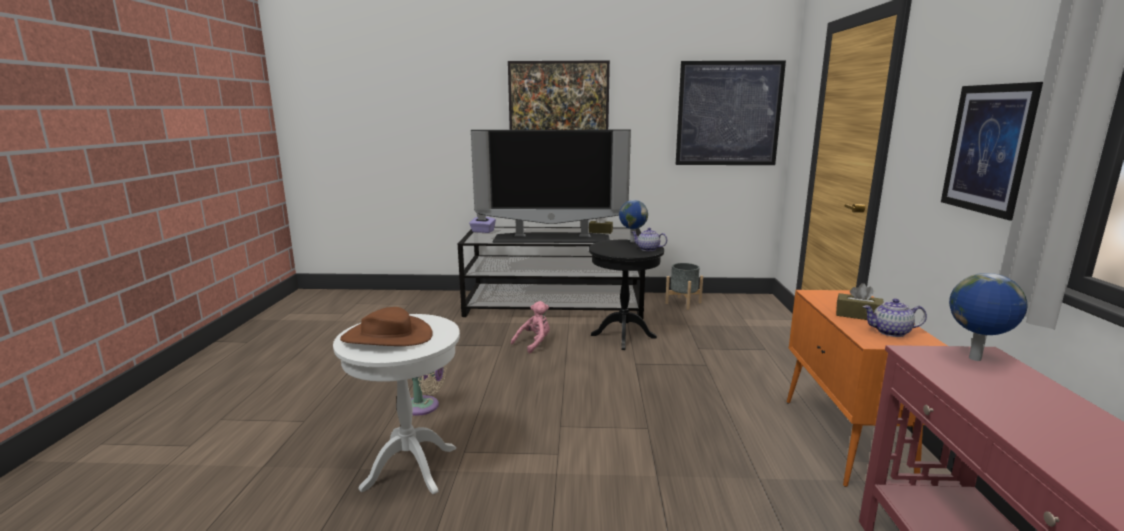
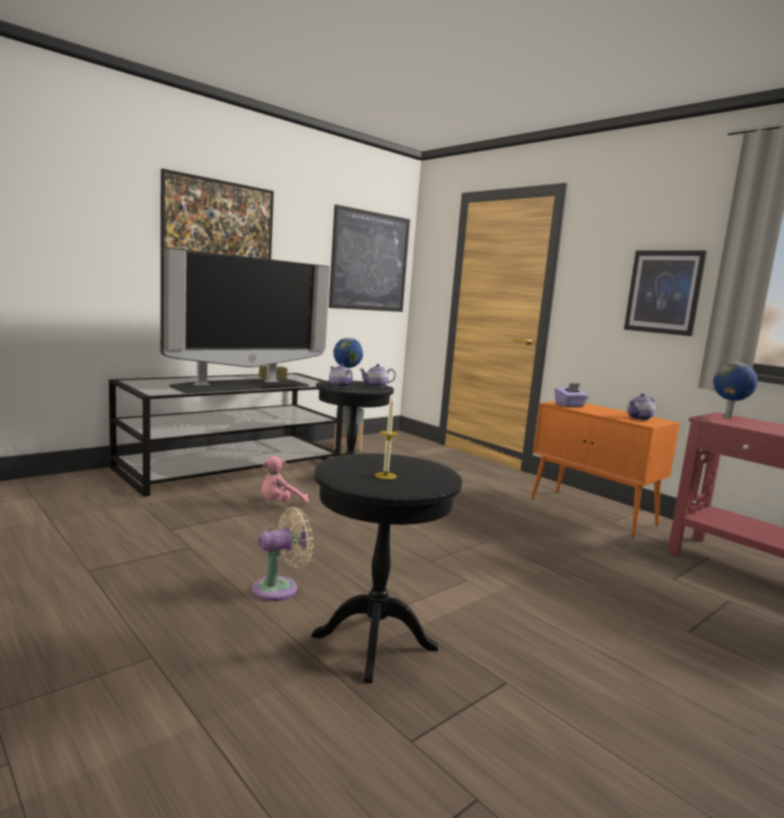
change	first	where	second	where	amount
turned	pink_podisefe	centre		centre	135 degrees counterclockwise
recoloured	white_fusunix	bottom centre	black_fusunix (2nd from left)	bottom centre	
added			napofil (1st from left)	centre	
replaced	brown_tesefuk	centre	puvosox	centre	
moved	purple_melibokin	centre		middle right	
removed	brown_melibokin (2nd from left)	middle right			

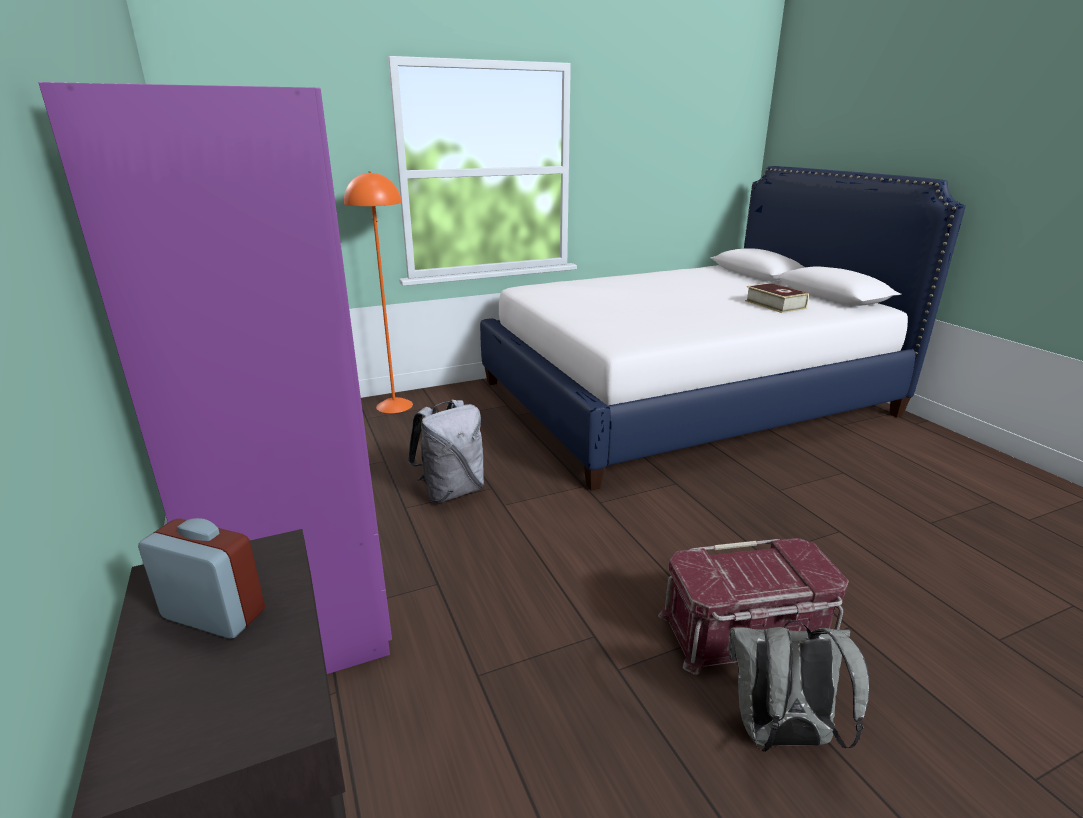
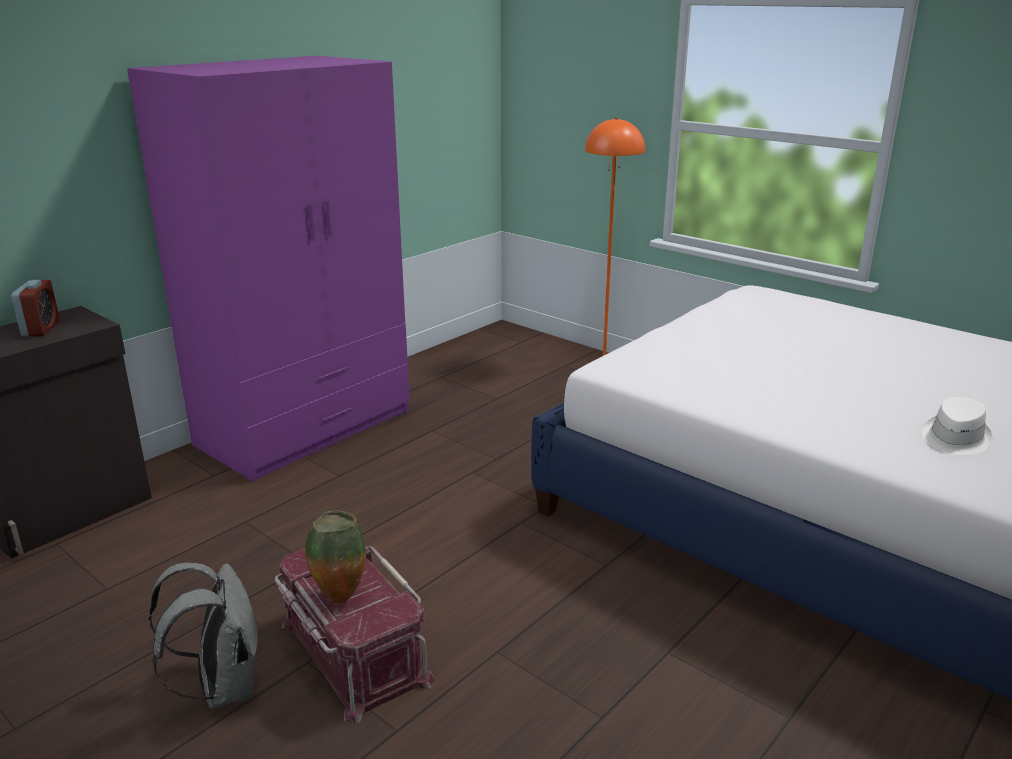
change	first	where	second	where	amount
added			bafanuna	bottom left	
replaced	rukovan	middle right	white_tesefuk	middle right	
removed	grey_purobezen (1st from left)	centre			

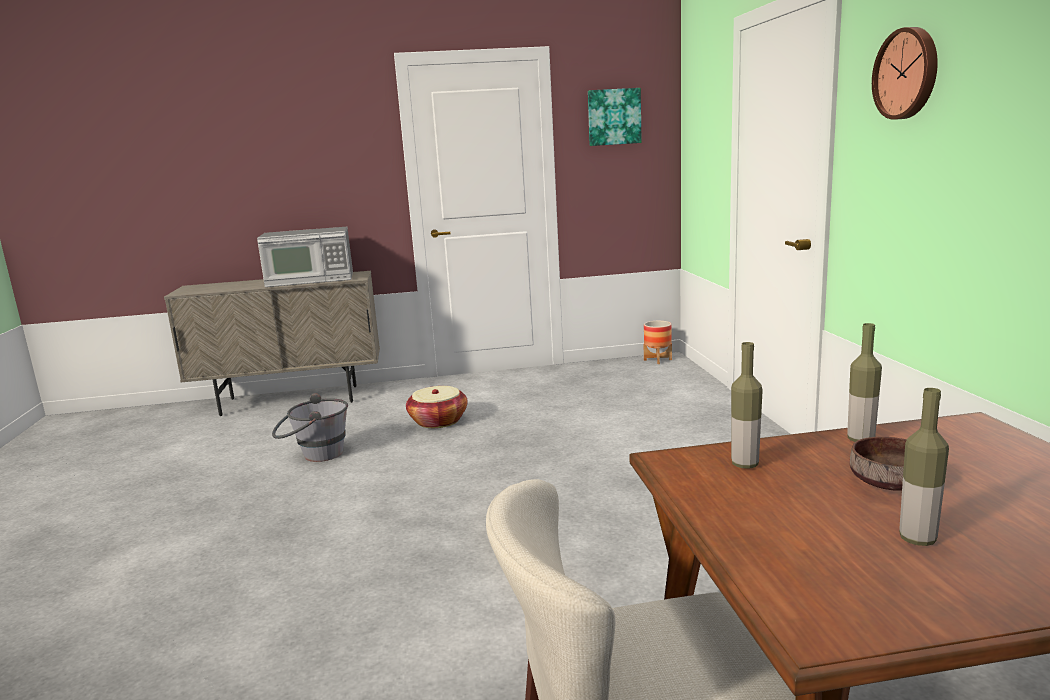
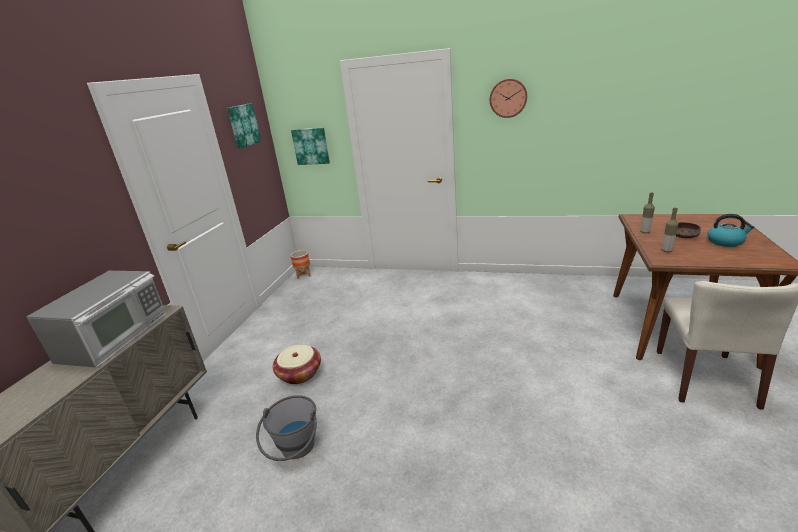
change	first	where	second	where	amount
added			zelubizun (2nd from left)	top centre	
replaced	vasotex (3rd from left)	bottom right	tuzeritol	middle right	

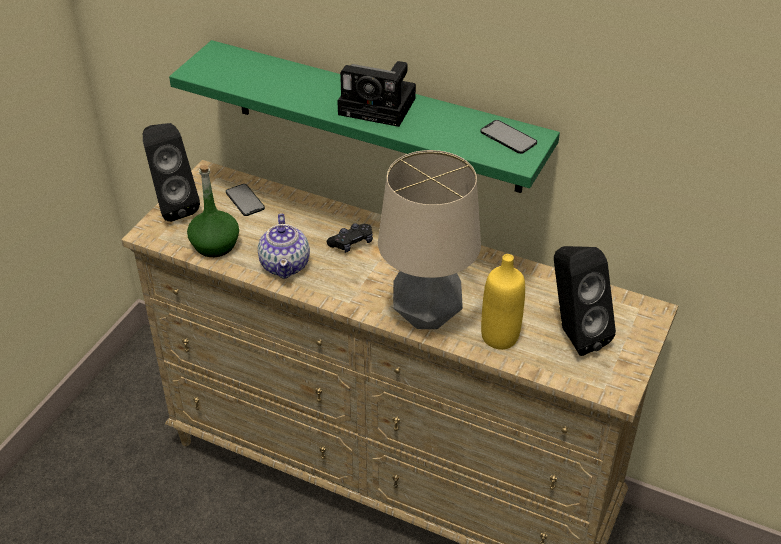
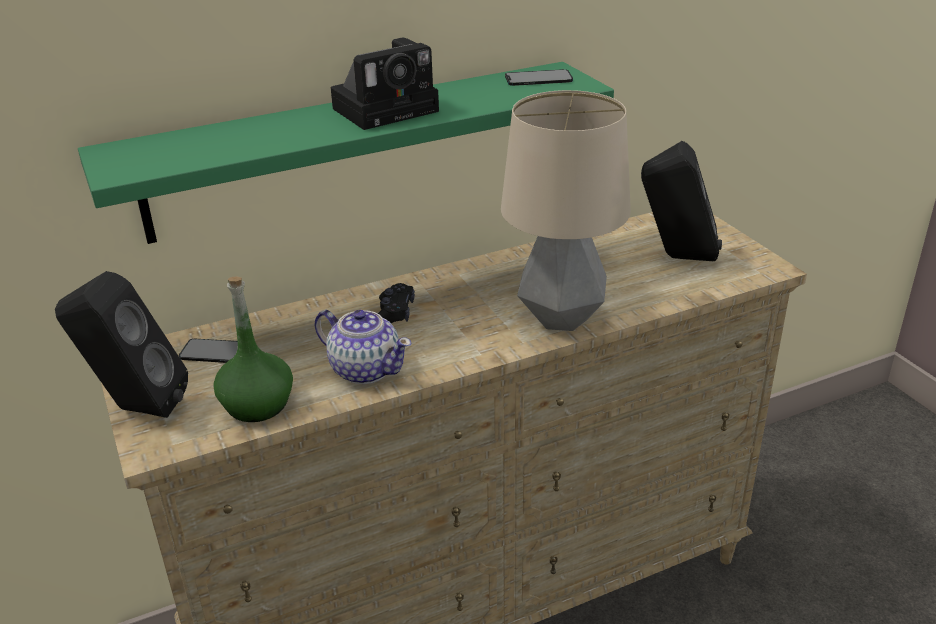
change	first	where	second	where	amount
removed	yellow_vasotex	centre			

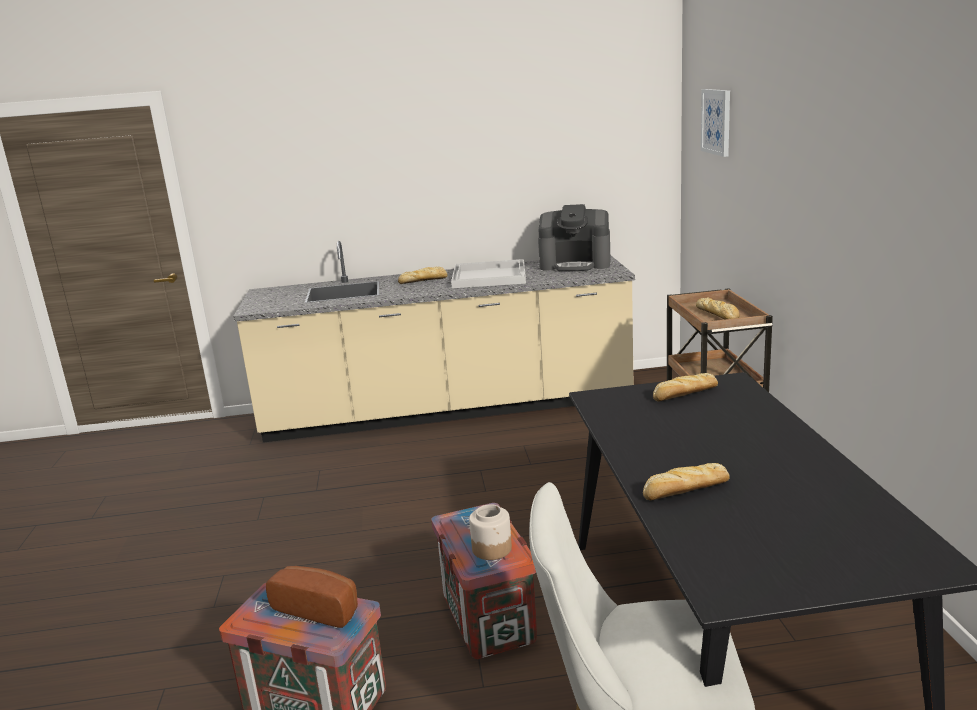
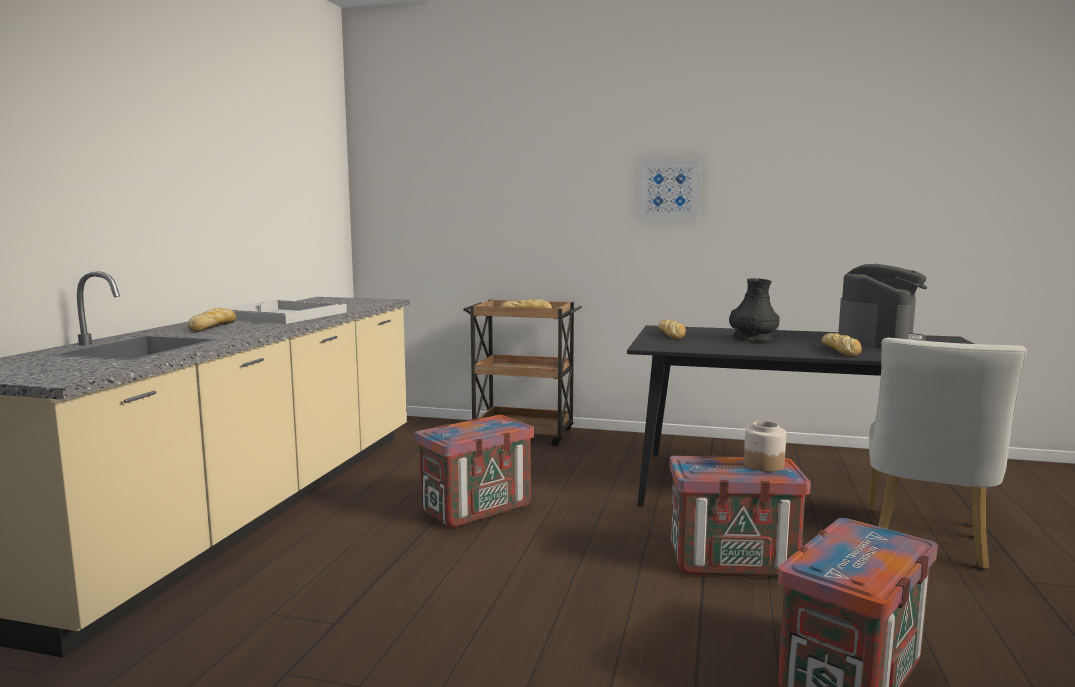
change	first	where	second	where	amount
added			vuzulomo (1st from left)	bottom centre	
moved	zelubizun	top right		top centre	
added			black_bafanuna	middle right	
moved	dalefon	centre		middle right	
removed	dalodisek (1st from left)	bottom left			

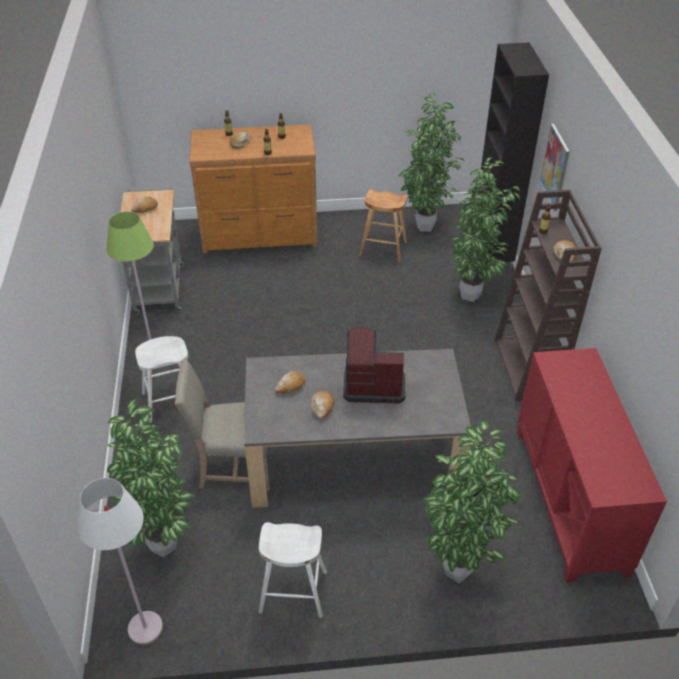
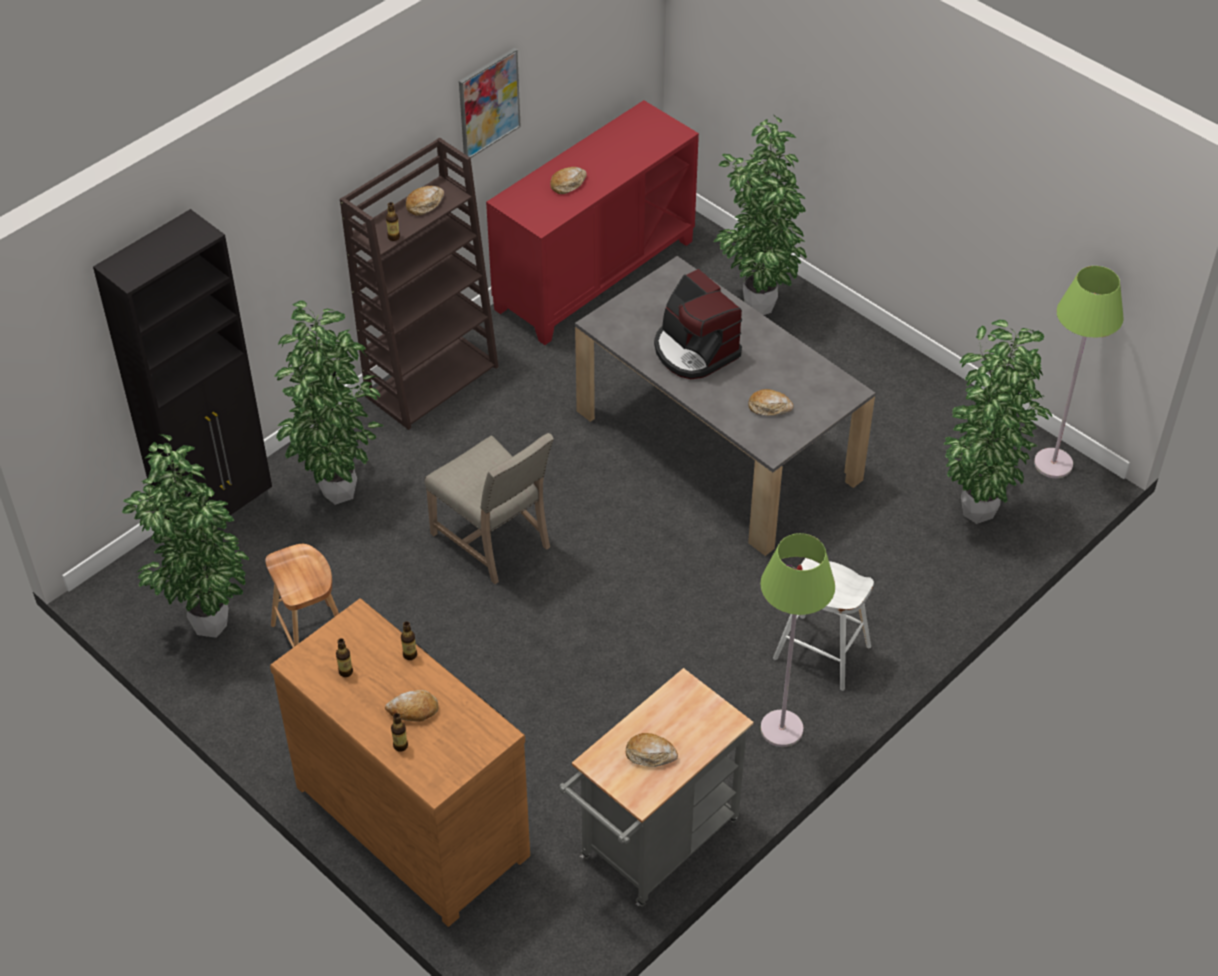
change	first	where	second	where	amount
moved	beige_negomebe	middle left		centre	
moved	zelubizun	top right		top centre	
moved	dalodisek (4th from left in the first image)	centre	dalodisek (3rd from left)	top centre	
recoloured	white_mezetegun	bottom left	green_mezetegun (2nd from left)	middle right	
removed	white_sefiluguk (2nd from left)	bottom centre			

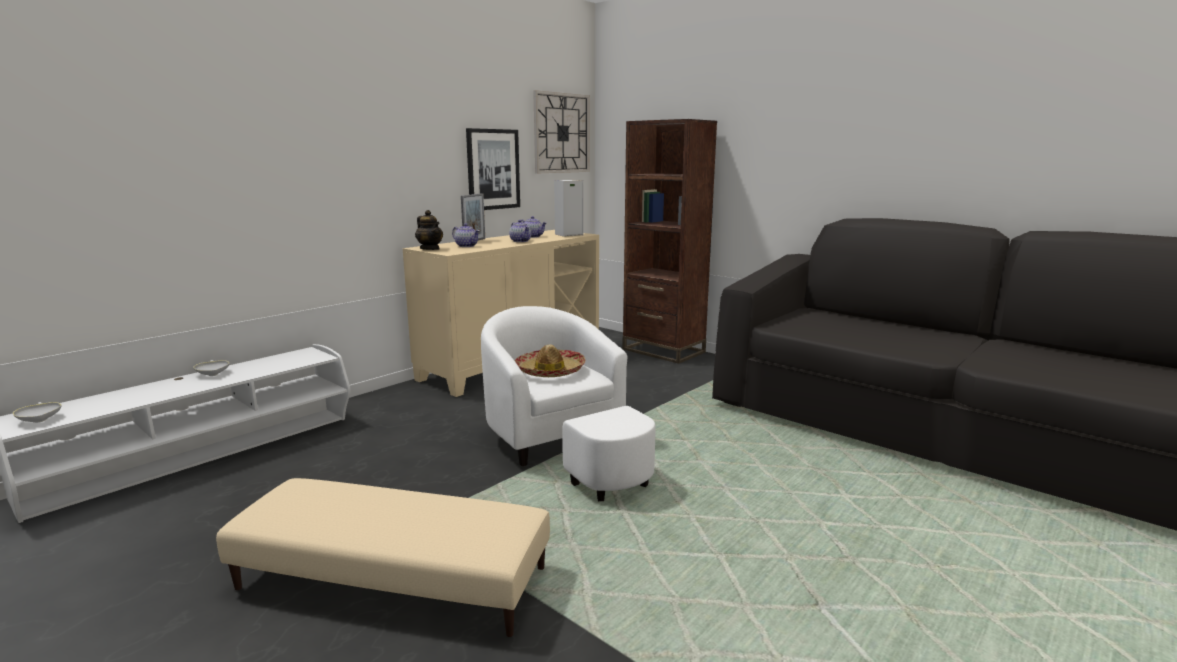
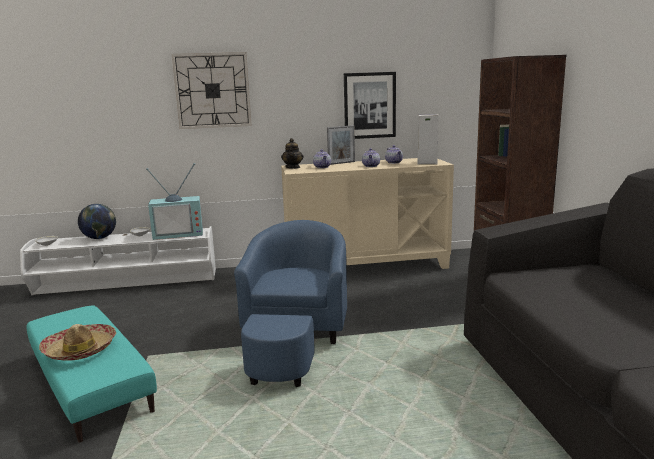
change	first	where	second	where	amount
recoloured	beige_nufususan	bottom left	turquoise_nufususan	bottom left	
moved	tesefuk	centre		bottom left	
added			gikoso	middle left	
added			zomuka	middle left	
moved	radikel	top centre		top left	
recoloured	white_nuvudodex	centre	blue_nuvudodex	centre	

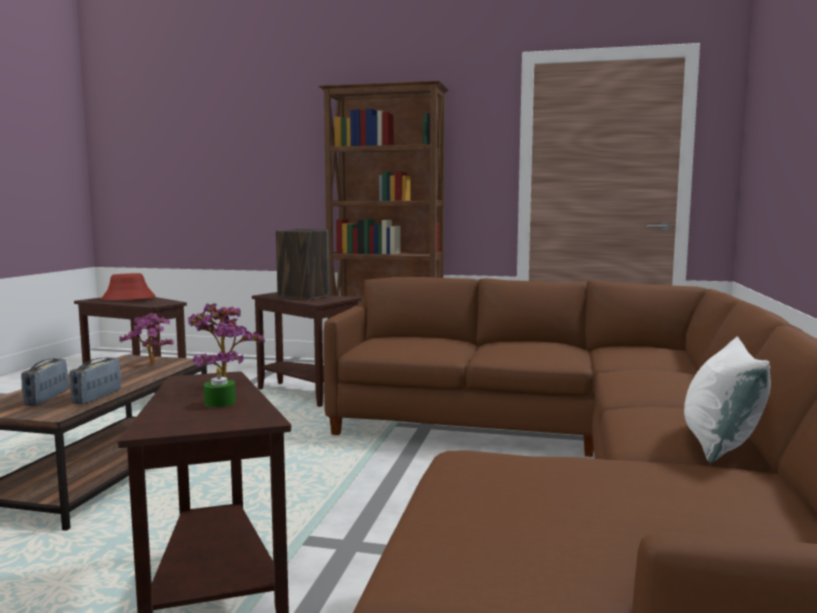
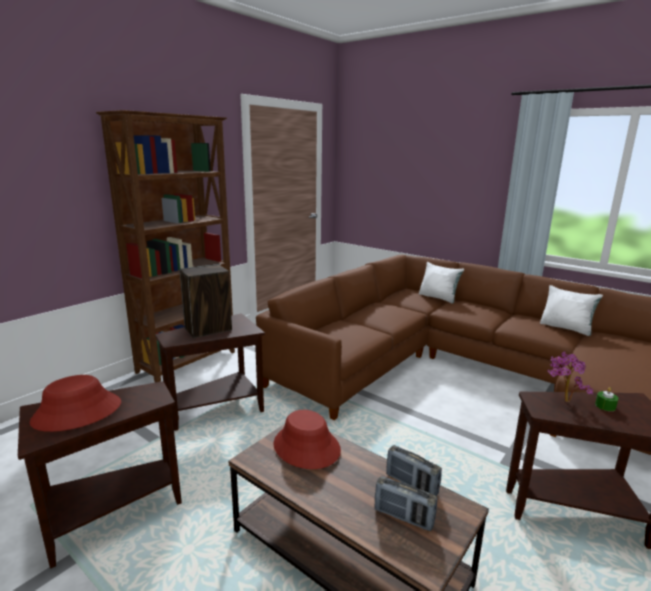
change	first	where	second	where	amount
replaced	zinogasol (1st from left)	middle left	red_tesefuk (2nd from left)	bottom centre	
added			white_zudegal (1st from left)	middle right	

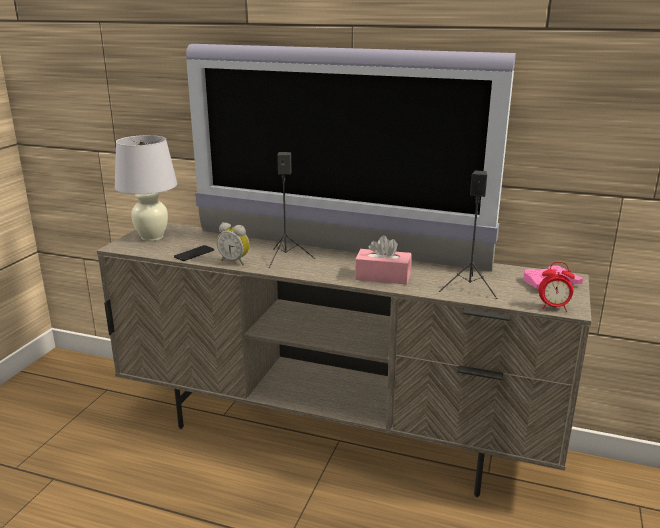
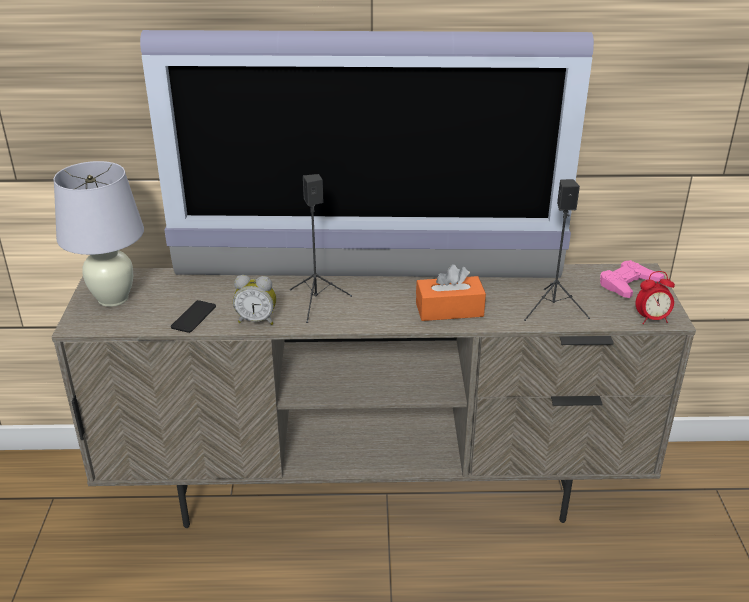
change	first	where	second	where	amount
recoloured	pink_melibokin	centre	orange_melibokin	centre	

